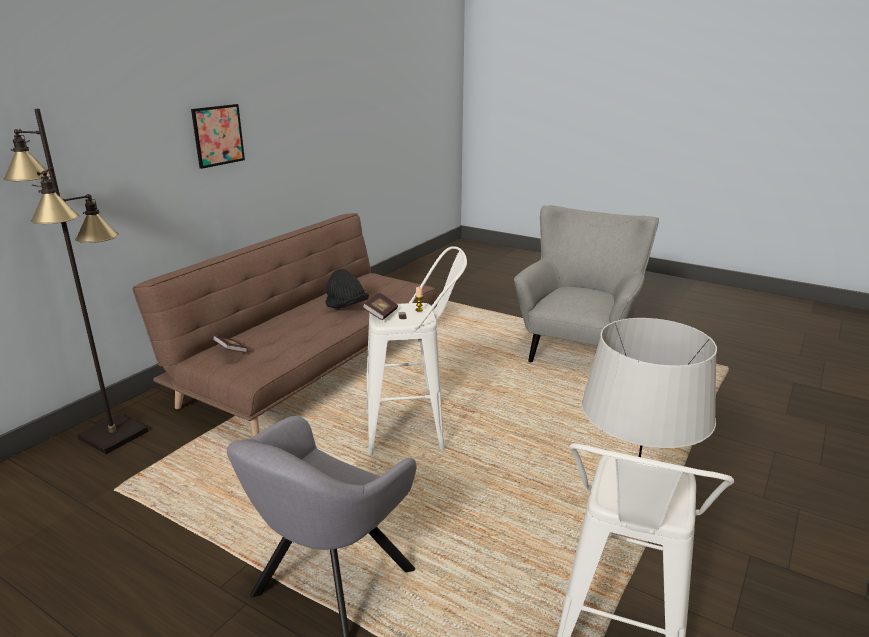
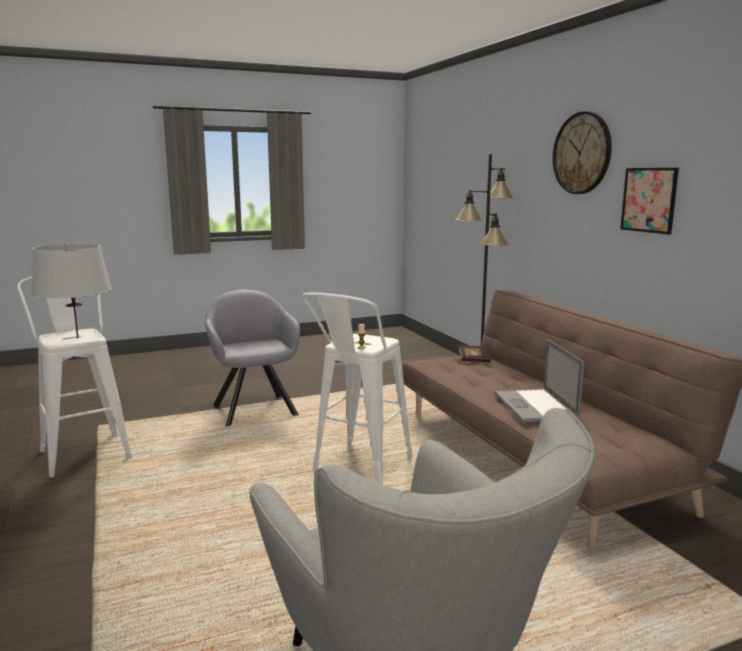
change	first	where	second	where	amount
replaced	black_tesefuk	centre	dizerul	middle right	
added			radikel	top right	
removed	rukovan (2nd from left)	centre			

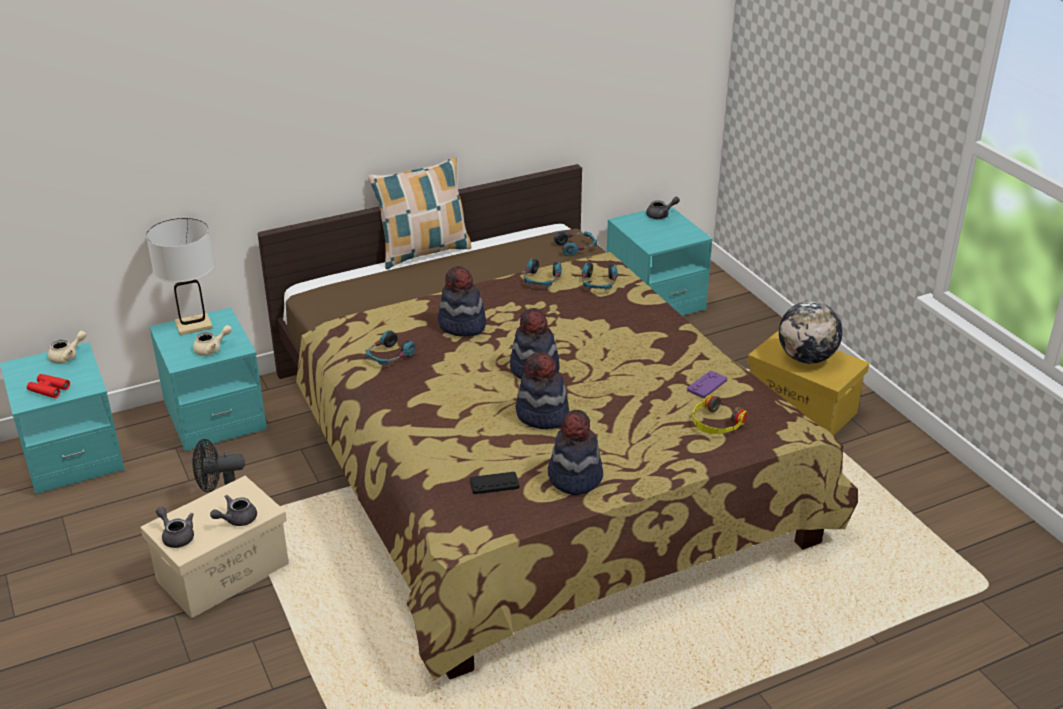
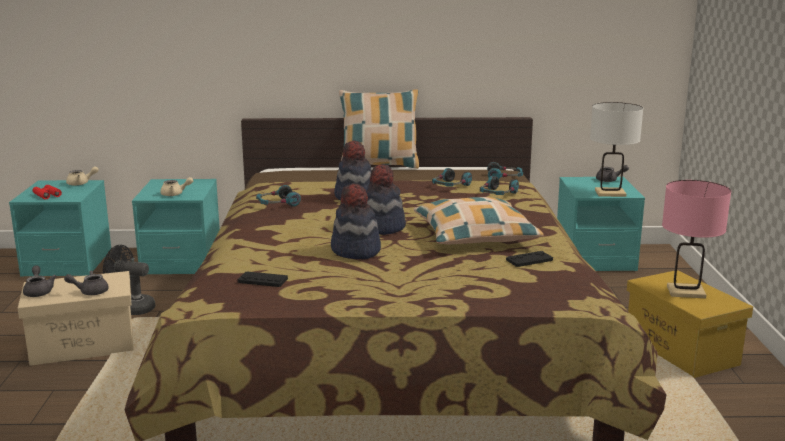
change	first	where	second	where	amount
added			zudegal (2nd from left)	centre	
recoloured	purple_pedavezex	centre	black_pedavezex (2nd from left)	middle right	
moved	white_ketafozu	middle left		middle right	
replaced	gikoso	middle right	pink_ketafozu	middle right	
removed	tesefuk (4th from left)	centre			
removed	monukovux (5th from left)	middle right			

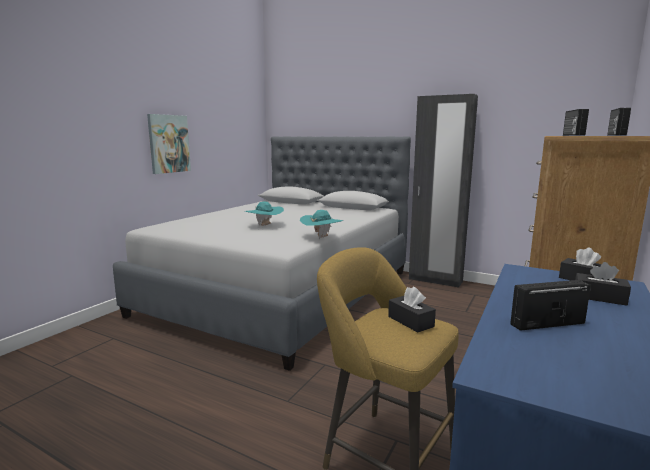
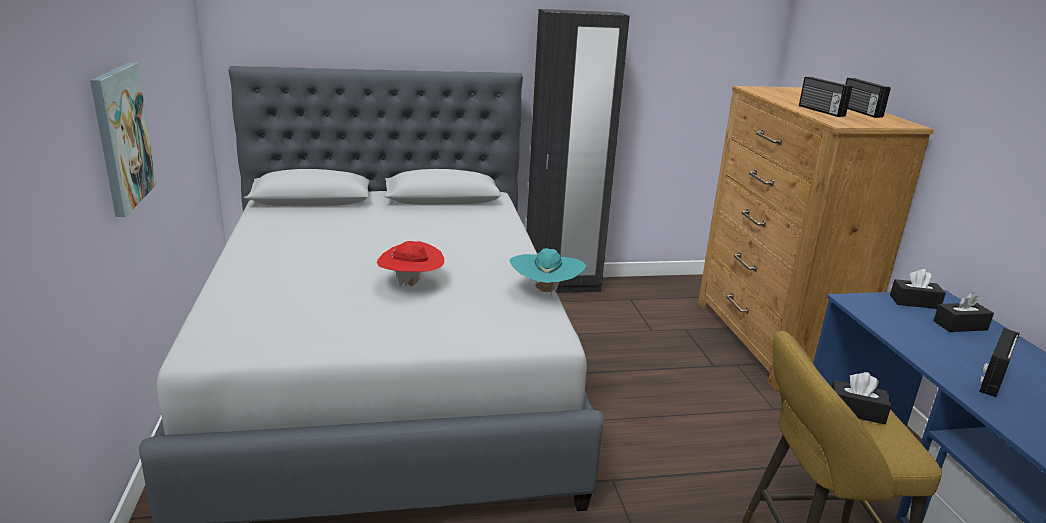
change	first	where	second	where	amount
recoloured	turquoise_tesefuk (1st from left)	centre	red_tesefuk	centre	

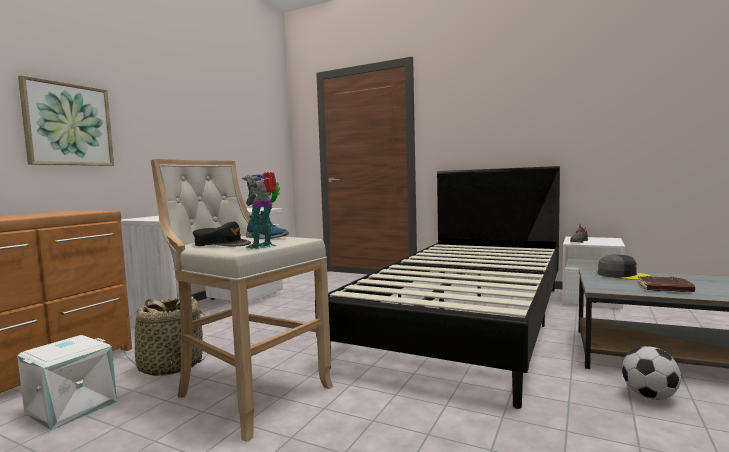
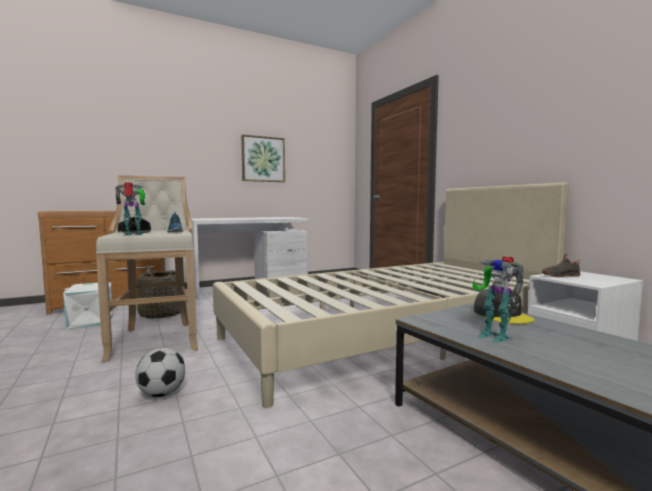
change	first	where	second	where	amount
moved	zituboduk	bottom right		bottom left	
recoloured	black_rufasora	centre	beige_rufasora	centre	
moved	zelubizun	top left		top centre	
replaced	brown_rukovan	middle right	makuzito (2nd from left)	middle right	

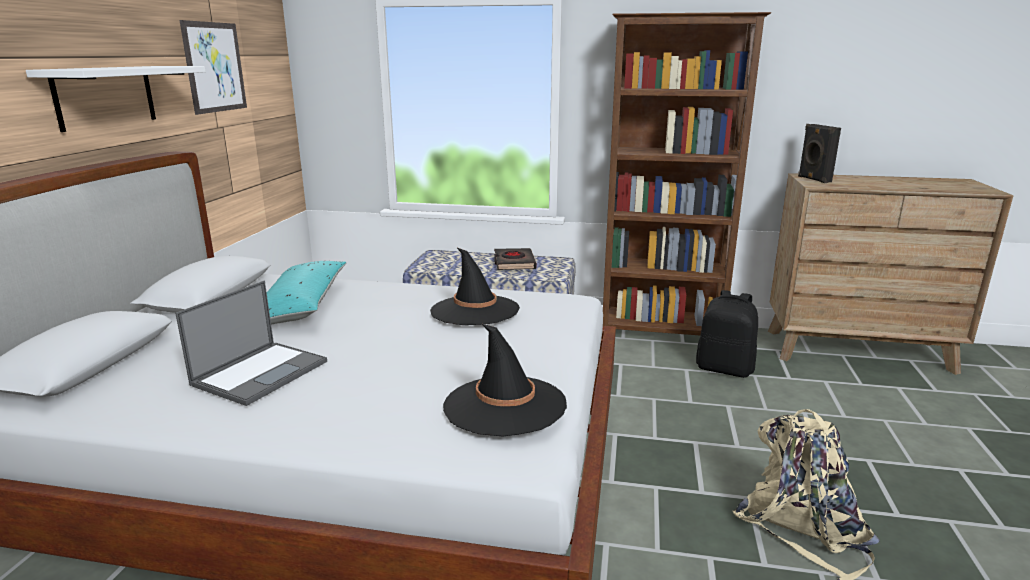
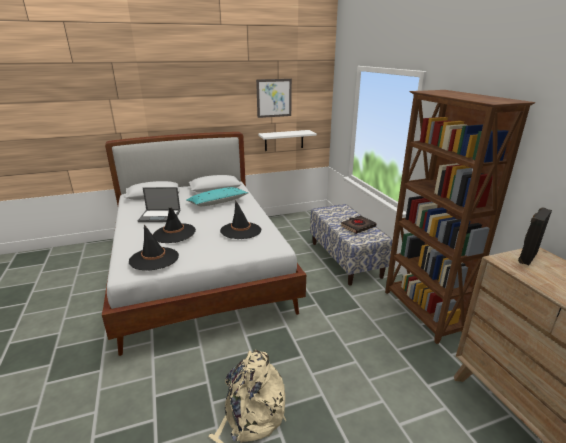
change	first	where	second	where	amount
added			black_tesefuk (2nd from left)	middle left	
moved	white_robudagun	top left		top centre	
removed	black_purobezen	middle right			

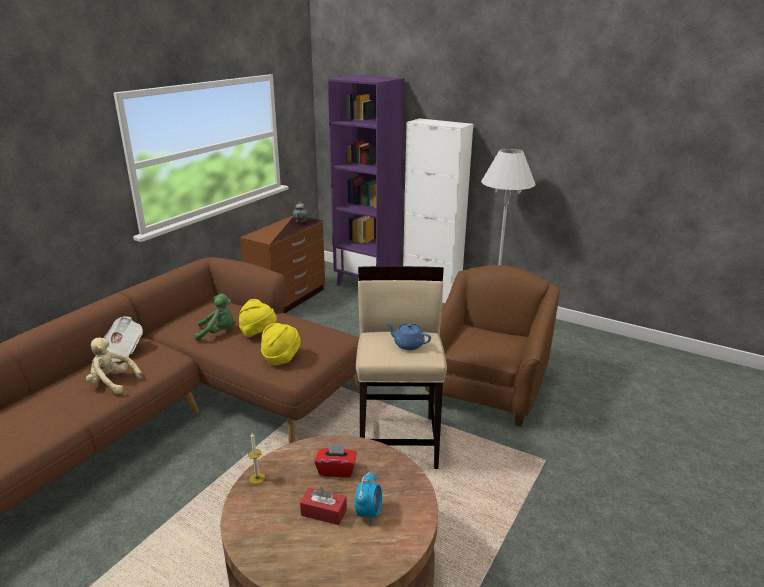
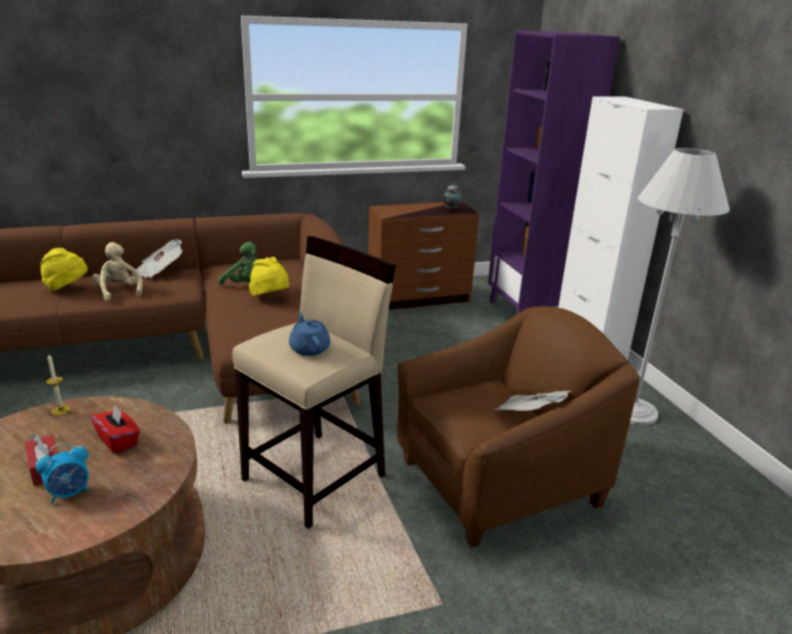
change	first	where	second	where	amount
moved	yellow_tesefuk (2nd from left in the first image)	centre	yellow_tesefuk (1st from left)	middle left	
added			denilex (2nd from left)	middle right	

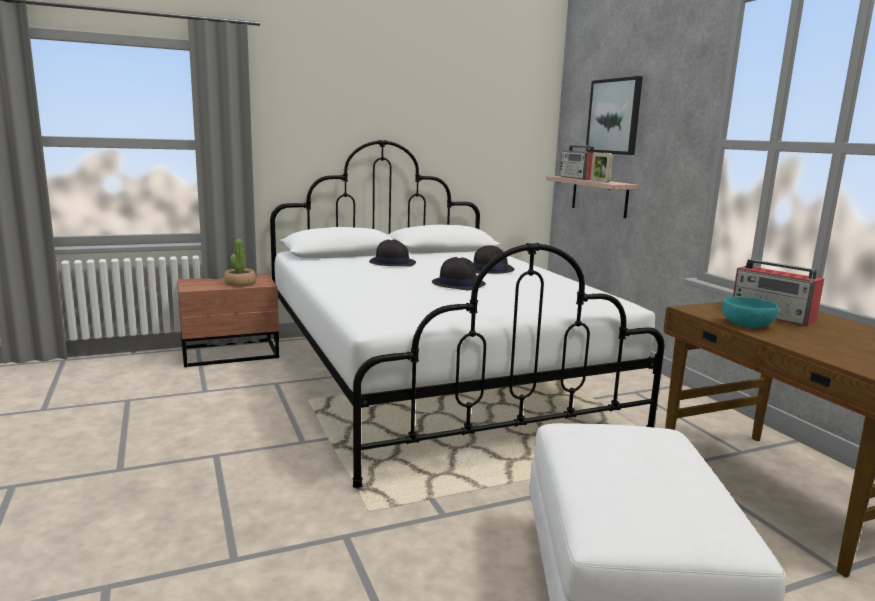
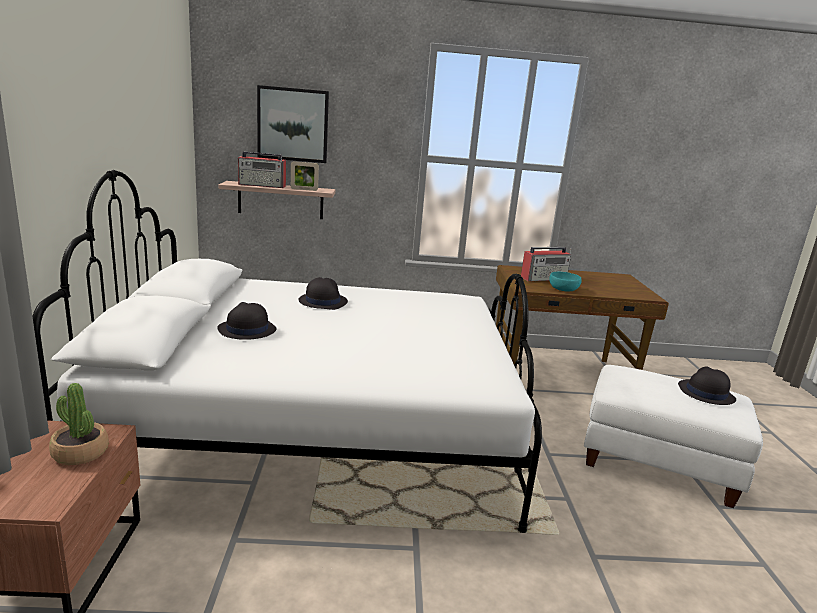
change	first	where	second	where	amount
moved	black_tesefuk (2nd from left in the first image)	centre	black_tesefuk (3rd from left)	middle right	

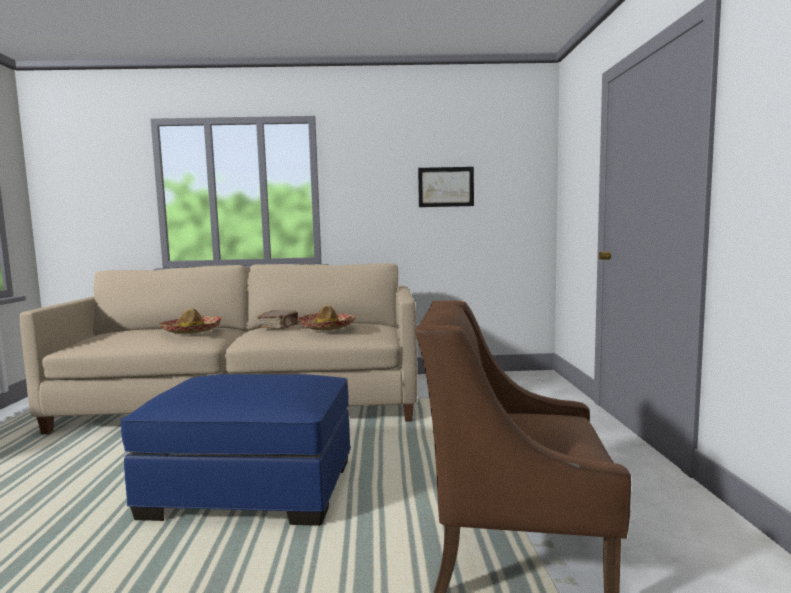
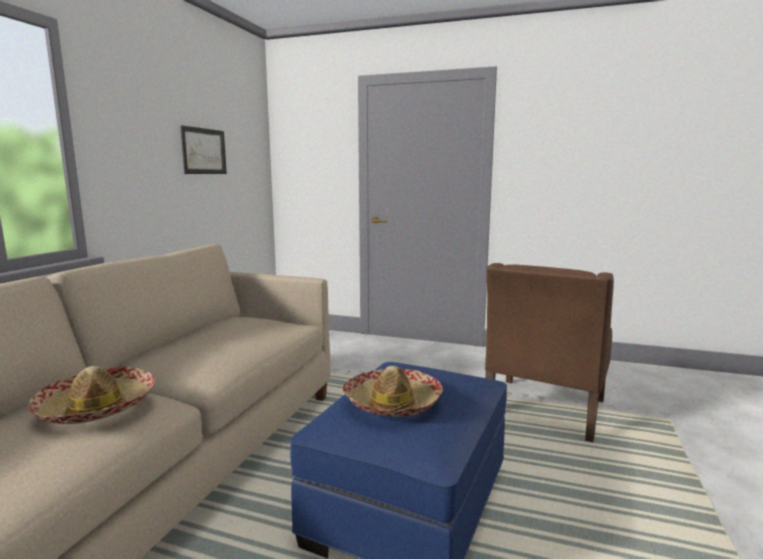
change	first	where	second	where	amount
moved	tesefuk (2nd from left)	centre		bottom centre	
removed	brown_rukovan	centre			

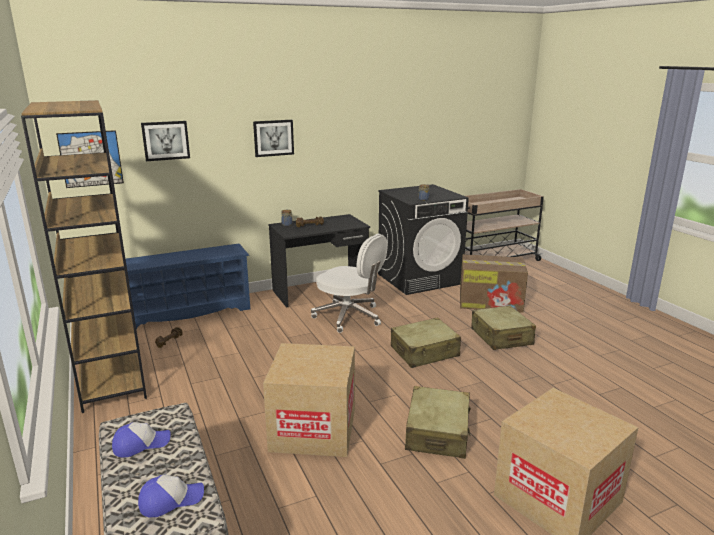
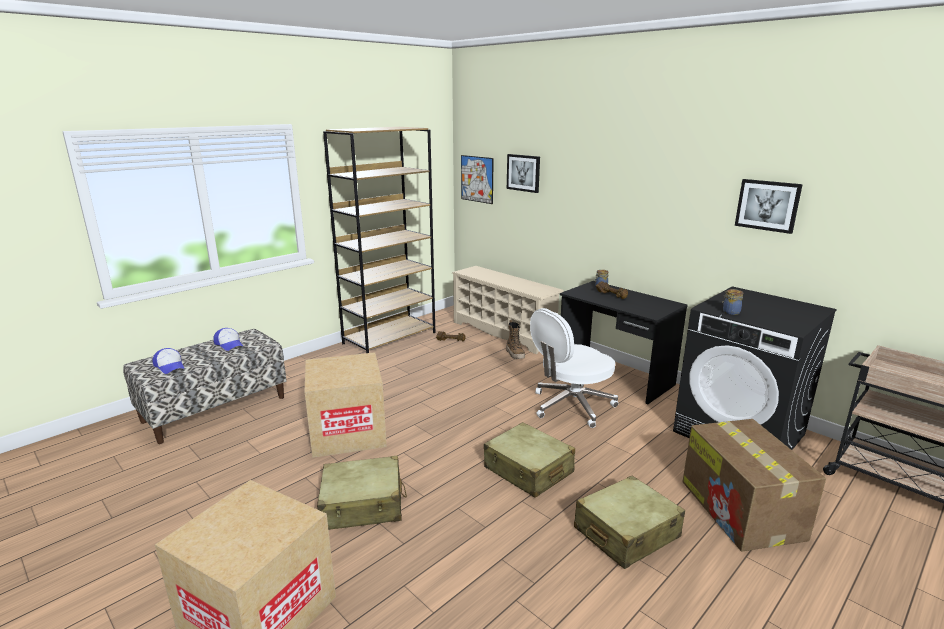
change	first	where	second	where	amount
recoloured	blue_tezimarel	middle left	beige_tezimarel	centre	
added			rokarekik	centre	
turned	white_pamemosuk	centre		centre	45 degrees clockwise
moved	zelubizun (3rd from left)	top centre		top right	

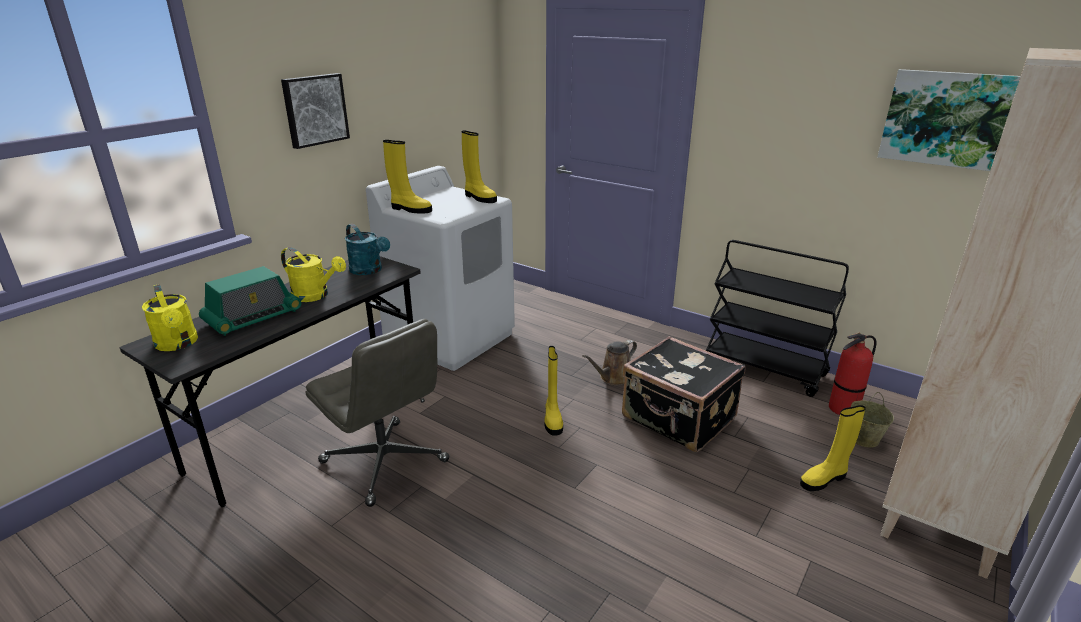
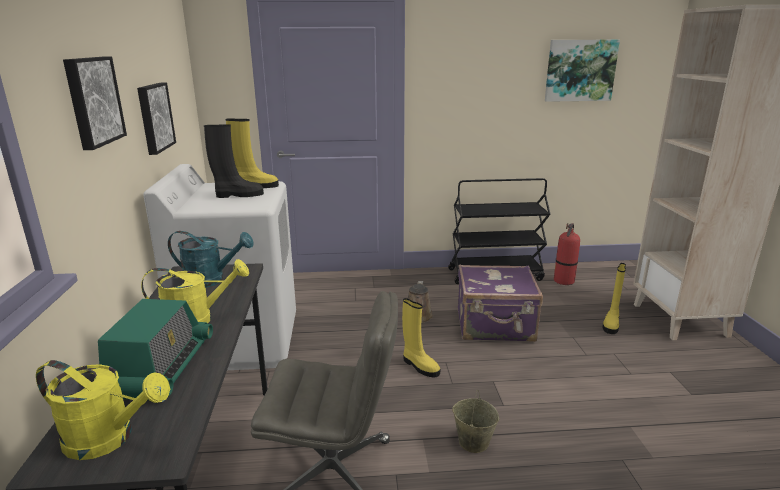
change	first	where	second	where	amount
added			zelubizun (2nd from left)	top left	
added			black_rokarekik	top left	
moved	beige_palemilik	bottom right		bottom centre	
recoloured	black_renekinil	centre	purple_renekinil	centre	
removed	yellow_rokarekik (1st from left)	top centre			

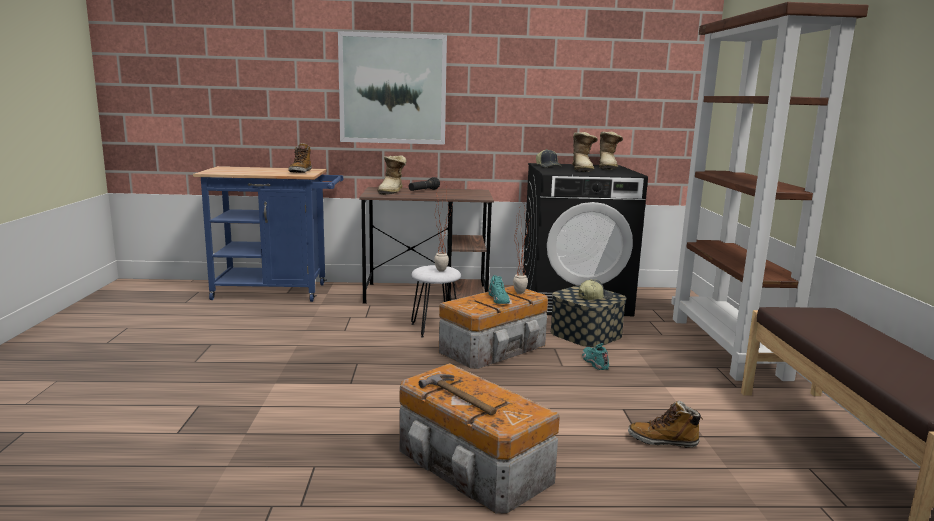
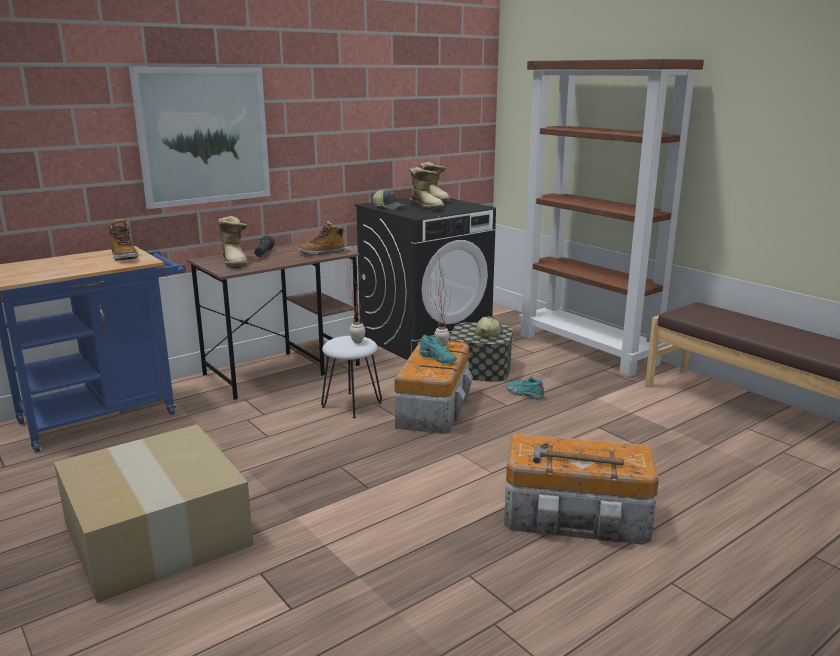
change	first	where	second	where	amount
added			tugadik	bottom left	
moved	rokarekik (5th from left in the first image)	bottom right	rokarekik (3rd from left)	centre	

